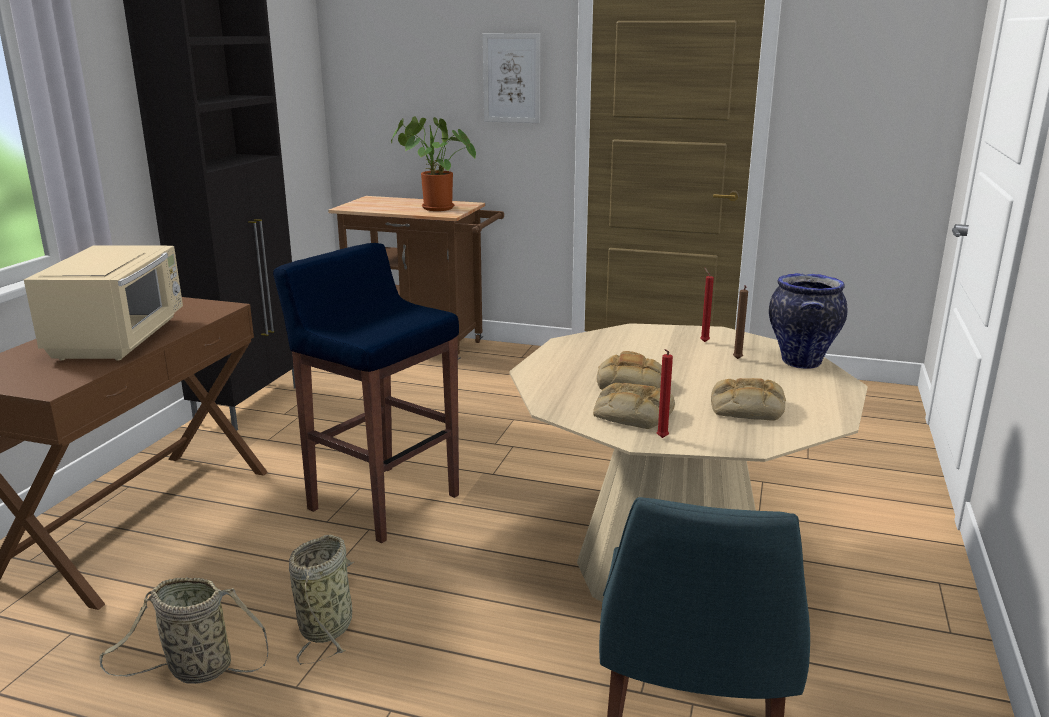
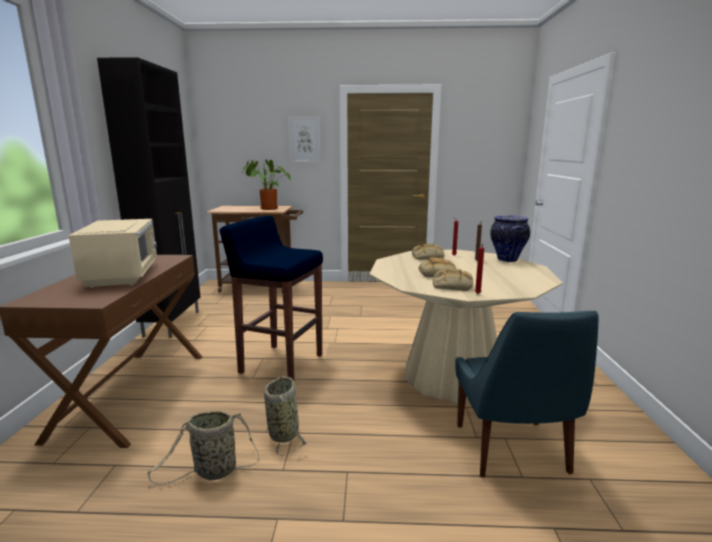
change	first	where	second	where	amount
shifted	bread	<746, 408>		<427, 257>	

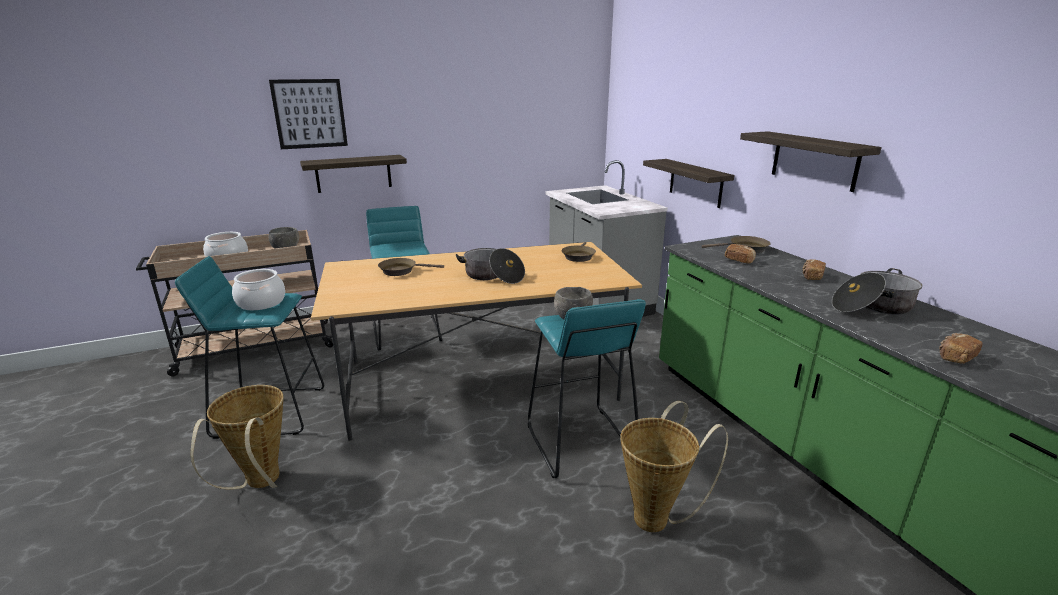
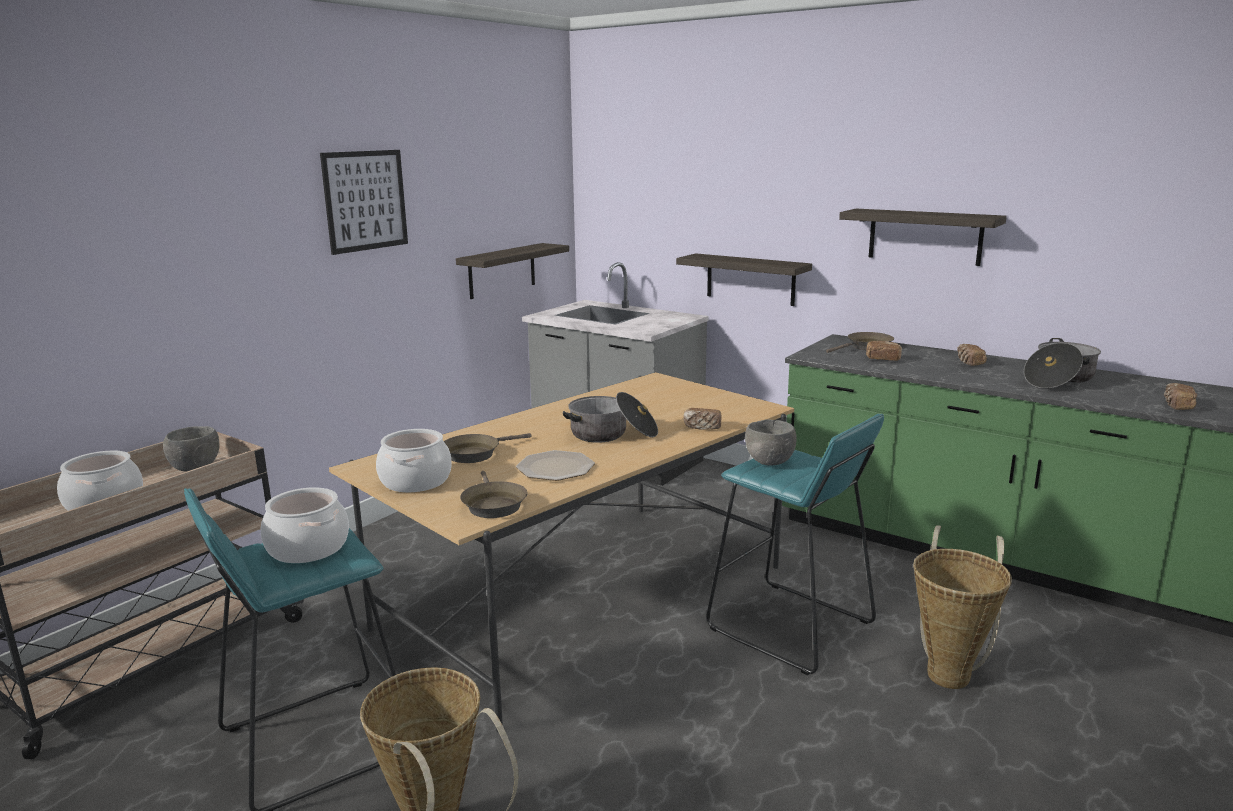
change	first	where	second	where	amount
shifted	wall_art	<309, 114>		<365, 200>	
shifted	shelf	<353, 173>		<502, 270>	
gone	turquoise_stool	<407, 332>			
shifted	brown_skillet	<578, 256>		<493, 505>	
new			bread	<702, 427>	
new			stockpot	<415, 481>	
new			plate	<555, 467>	

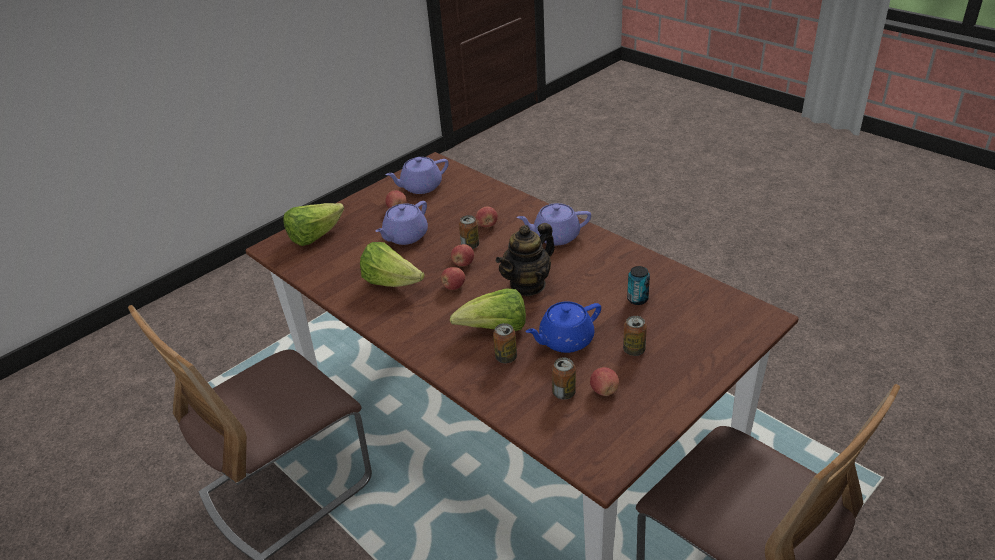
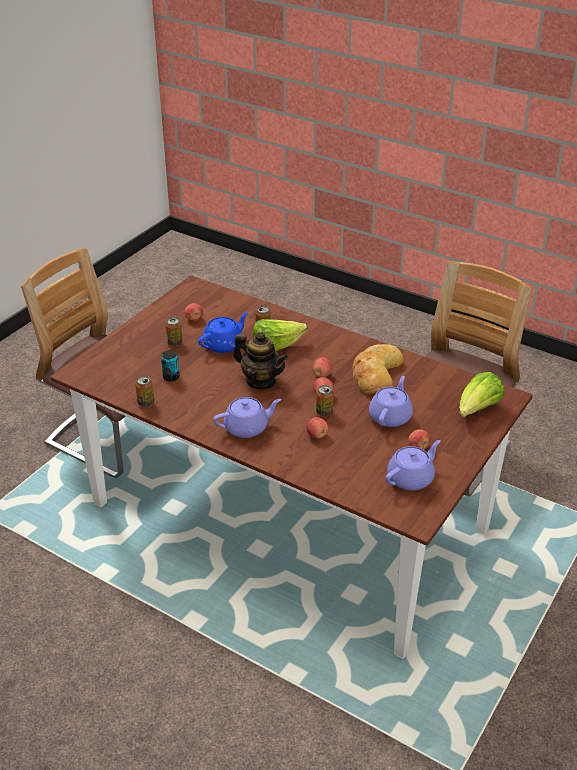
change	first	where	second	where	amount
rotated	tea_pot	<528, 285>		<261, 381>	90 degrees clockwise
swapped	lettuce	<391, 282>	bread	<375, 374>	
shifted	metal_can	<564, 393>		<146, 403>	

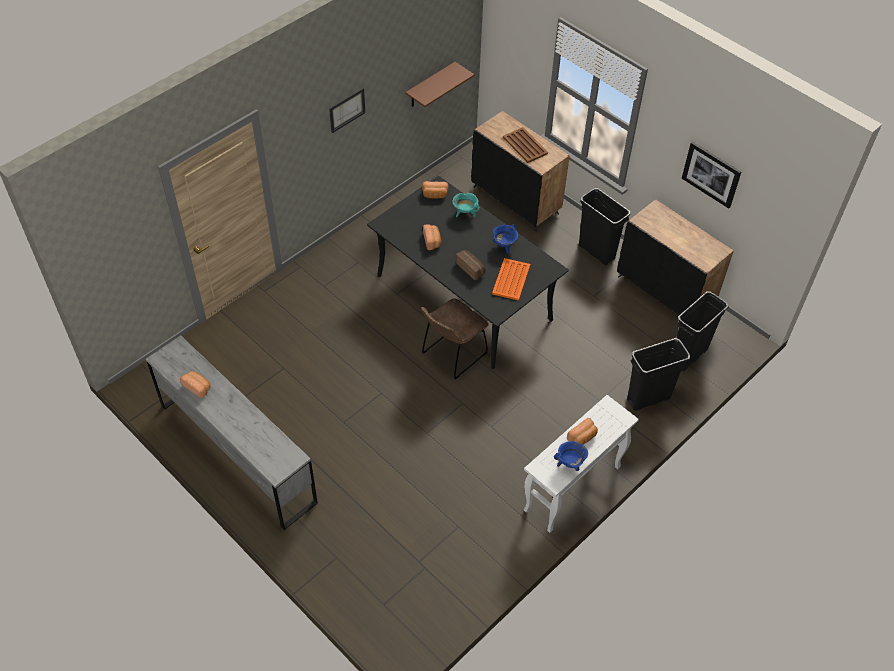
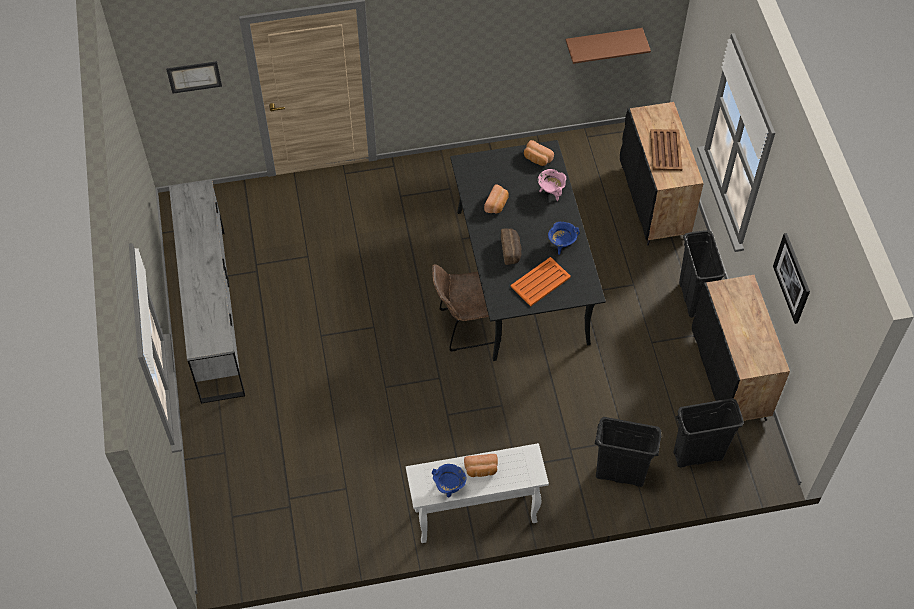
change	first	where	second	where	amount
shifted	wall_art	<347, 110>		<194, 76>	
repainted	turquoise_stockpot	<465, 213>	pinkish_stockpot	<551, 192>	
gone	bread	<197, 387>			

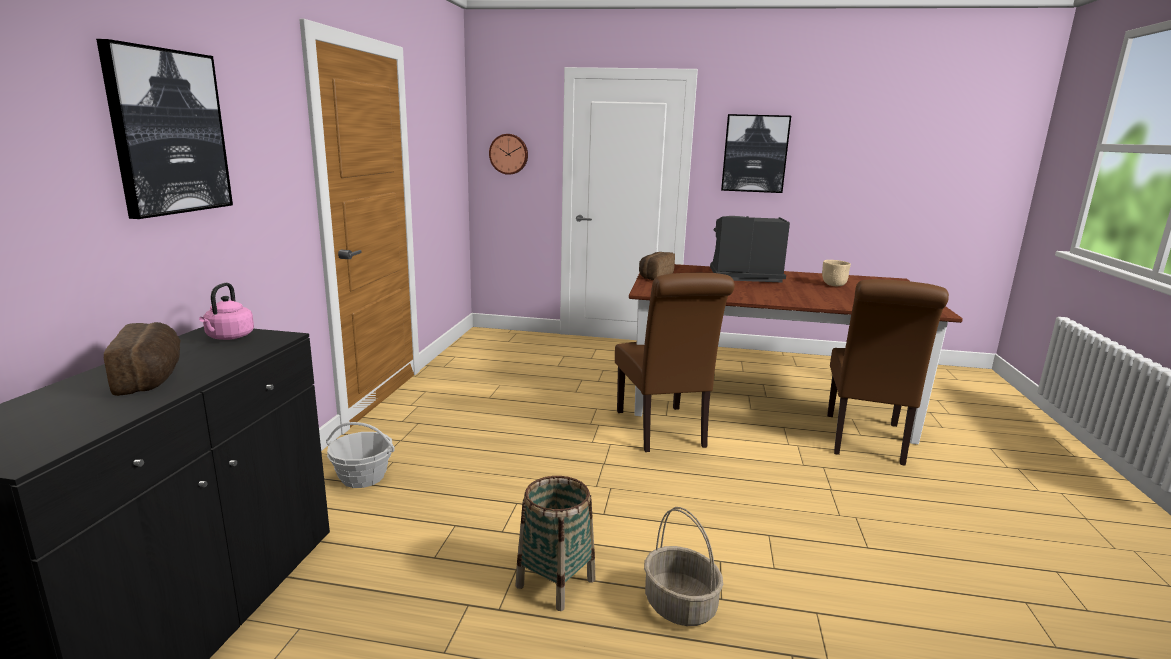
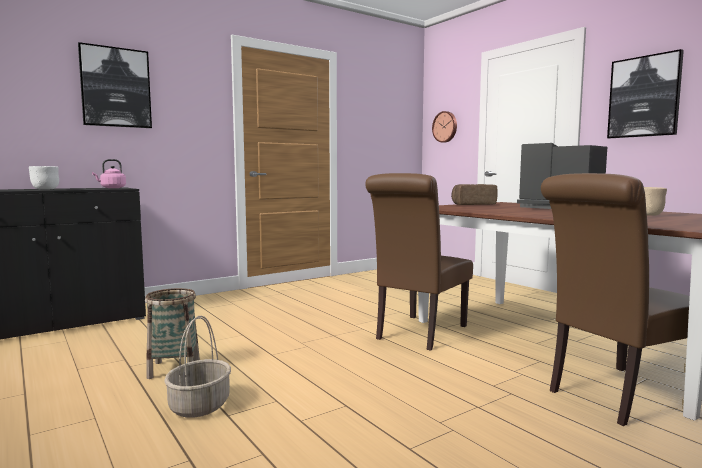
change	first	where	second	where	amount
swapped	bread	<153, 377>	whitish_deep_dish	<44, 189>	
gone	storage_basket	<363, 477>			

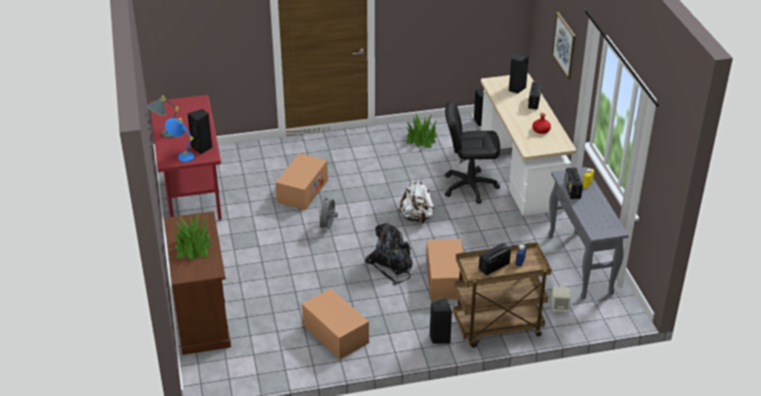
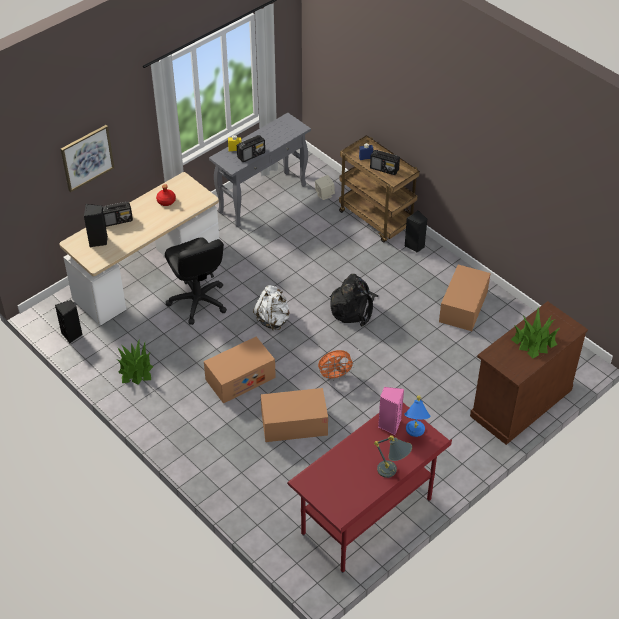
change	first	where	second	where	amount
repainted	black-coloured_audio_speaker	<202, 148>	pinkish_audio_speaker	<389, 424>	
repainted	gray_fan	<328, 227>	orange_fan	<335, 376>	
shifted	cardboard_box	<445, 279>		<240, 378>	

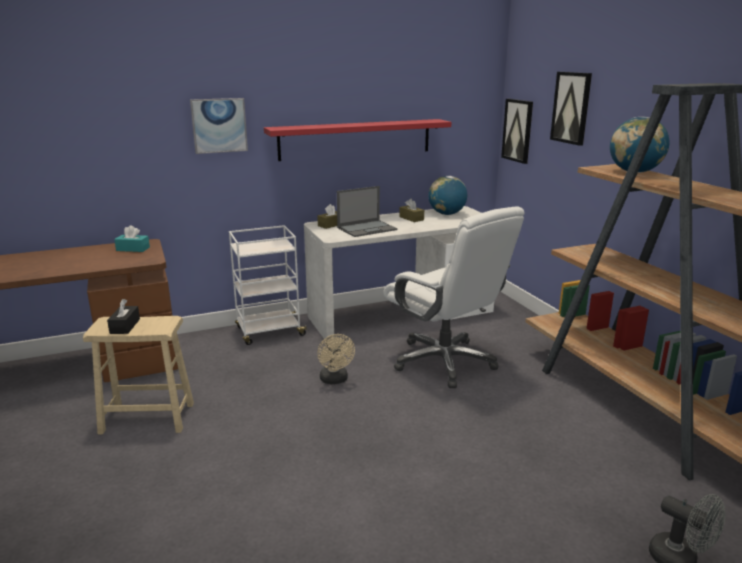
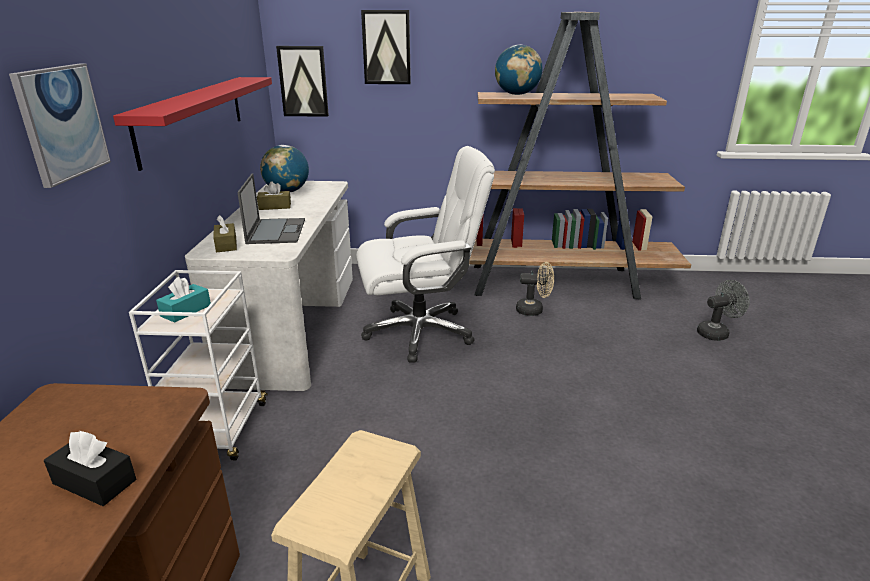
change	first	where	second	where	amount
shifted	turquoise_box_of_tissues	<133, 249>		<186, 311>	
shifted	black-coloured_box_of_tissues	<125, 326>		<94, 482>	
shifted	beige-coloured_fan	<335, 380>		<534, 310>	

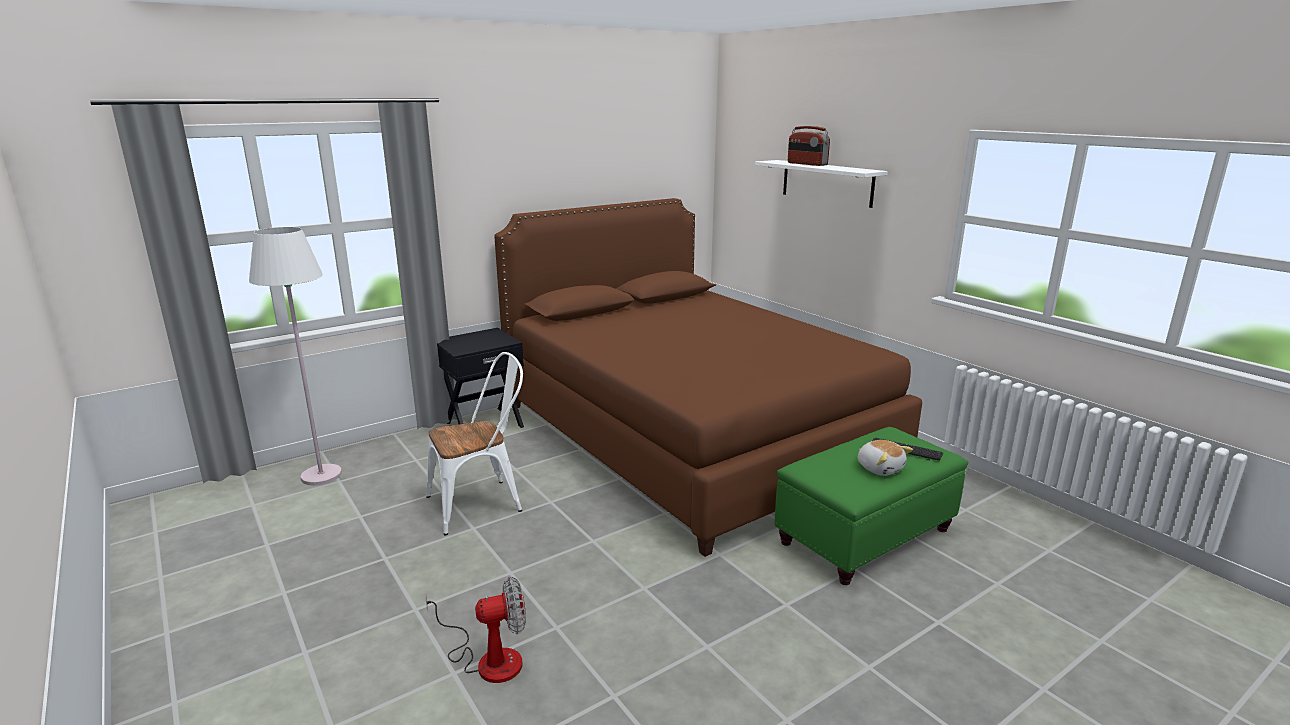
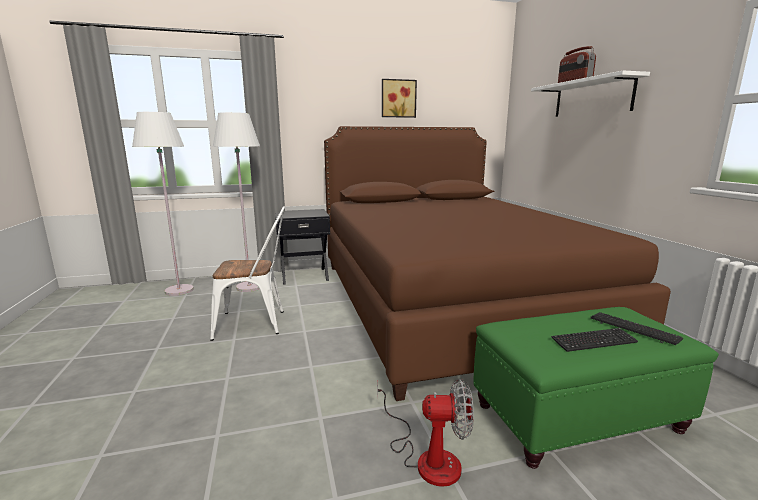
change	first	where	second	where	amount
swapped	cuddly_toy	<880, 468>	computer_keyboard	<593, 341>	
shifted	fan	<488, 659>		<427, 457>	
new			wall_art	<398, 98>	
new			whitish_floor_lamp	<249, 287>	

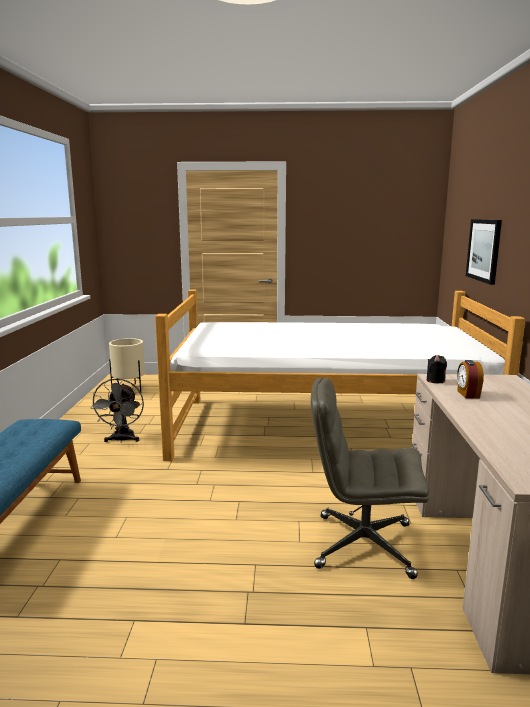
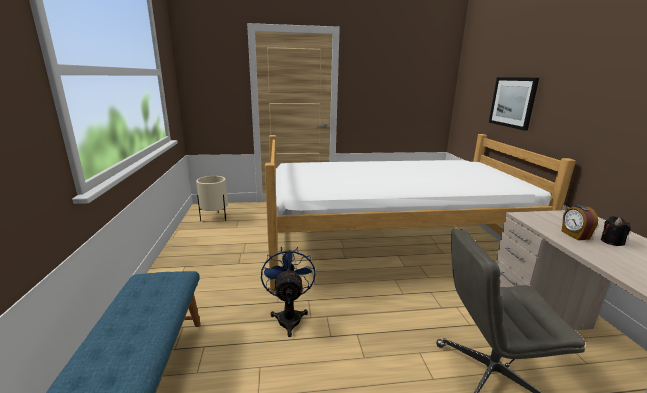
change	first	where	second	where	amount
shifted	black-coloured_wax_candle	<435, 381>		<611, 242>	
gone	gray_fan	<122, 440>			
new			blue-coloured_fan	<289, 316>	

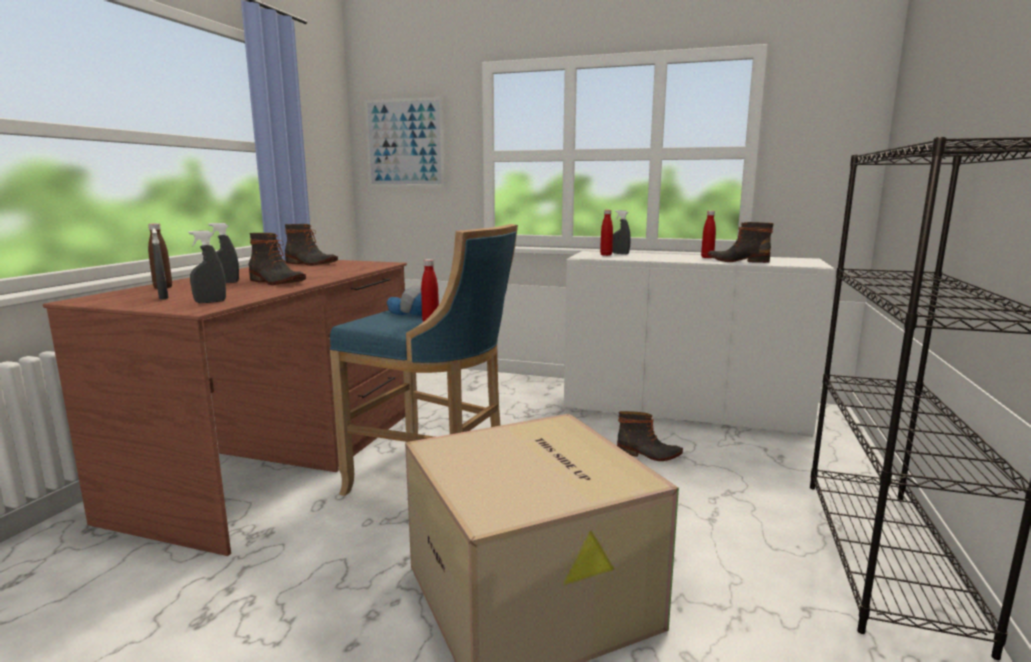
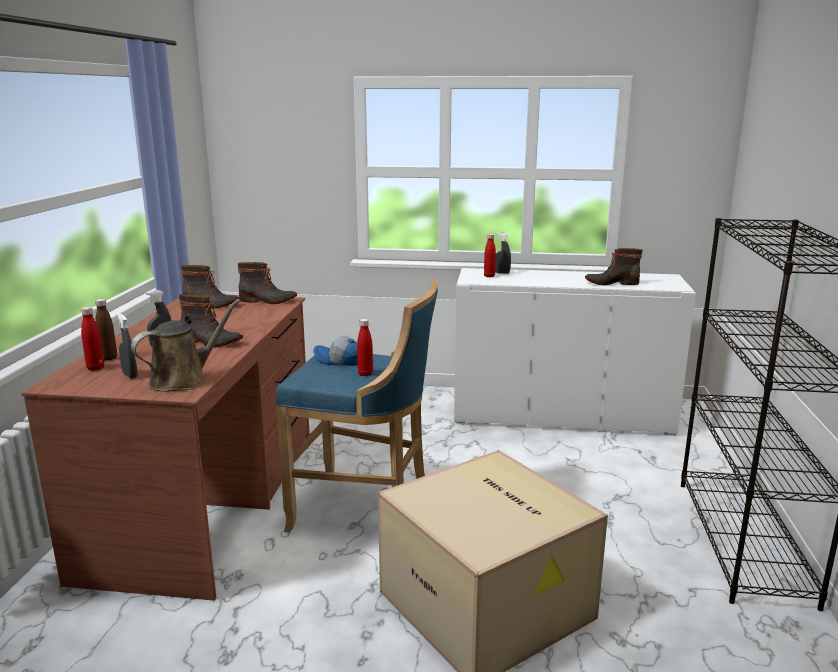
change	first	where	second	where	amount
gone	wall_art	<404, 143>			
shifted	red-coloured_drink_bottle	<707, 257>		<95, 368>	
swapped	gray_spray_bottle	<210, 302>	brown_watering_pot	<183, 380>	
shifted	boot	<648, 454>		<267, 301>	

